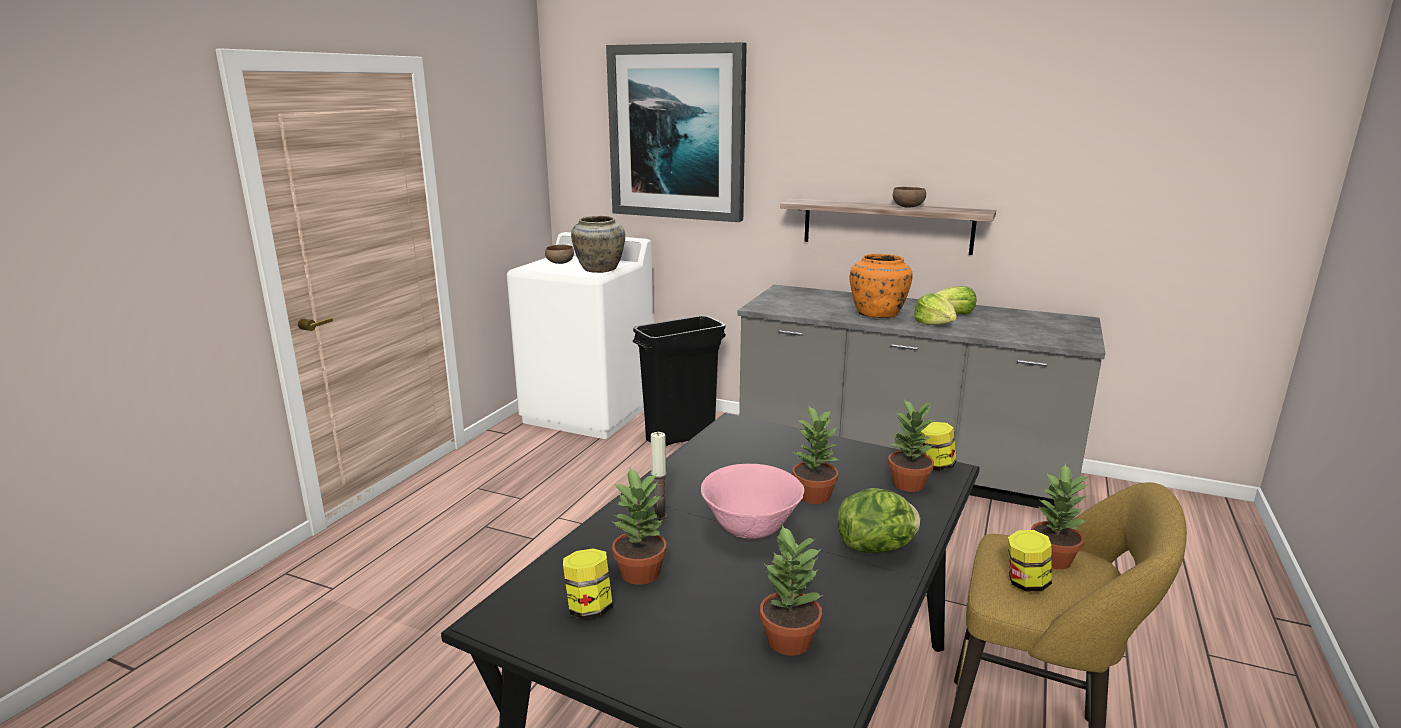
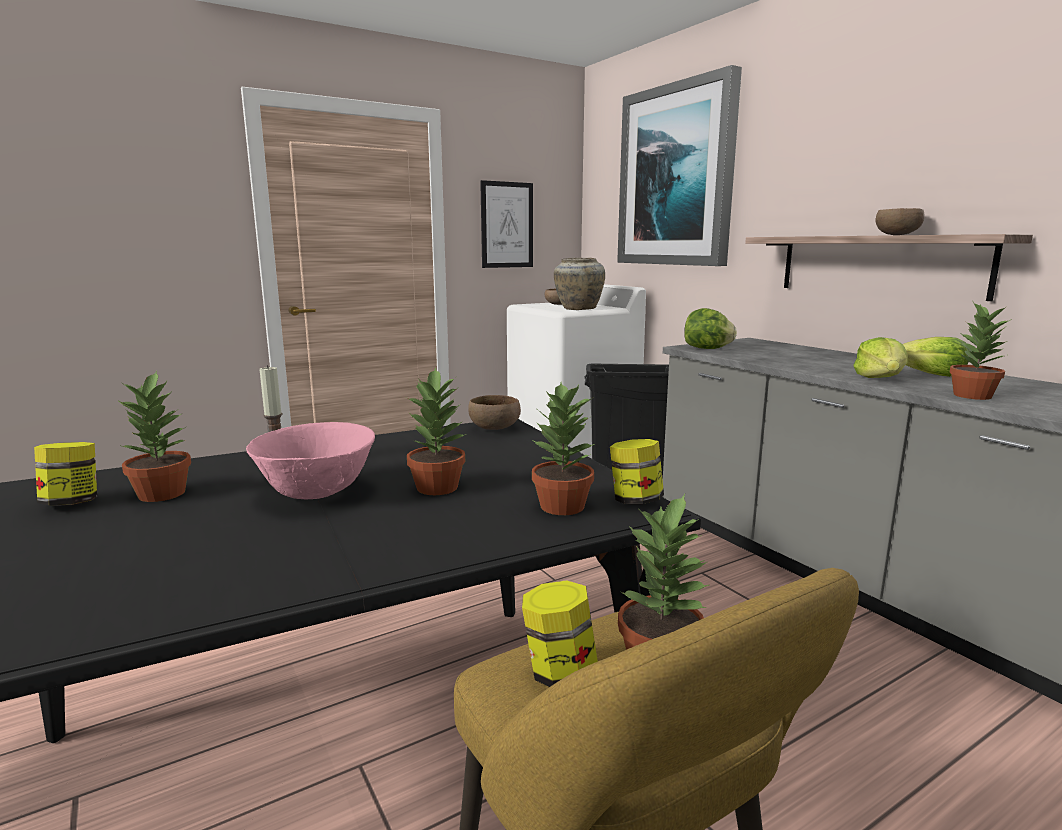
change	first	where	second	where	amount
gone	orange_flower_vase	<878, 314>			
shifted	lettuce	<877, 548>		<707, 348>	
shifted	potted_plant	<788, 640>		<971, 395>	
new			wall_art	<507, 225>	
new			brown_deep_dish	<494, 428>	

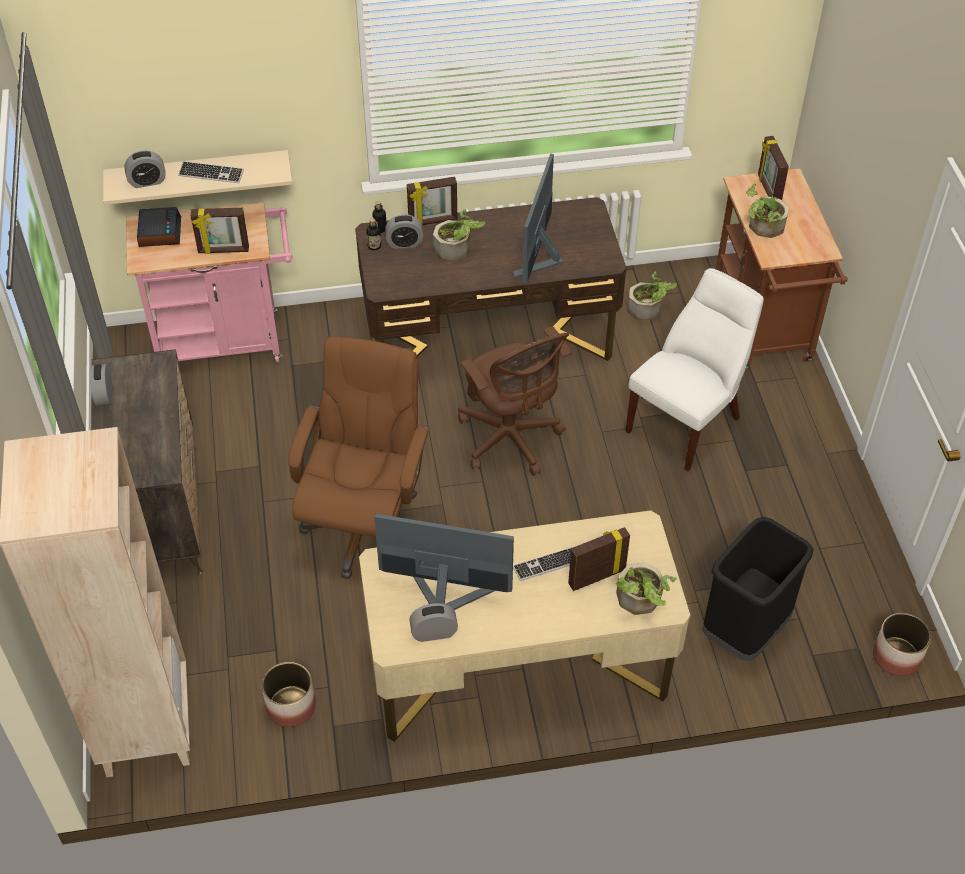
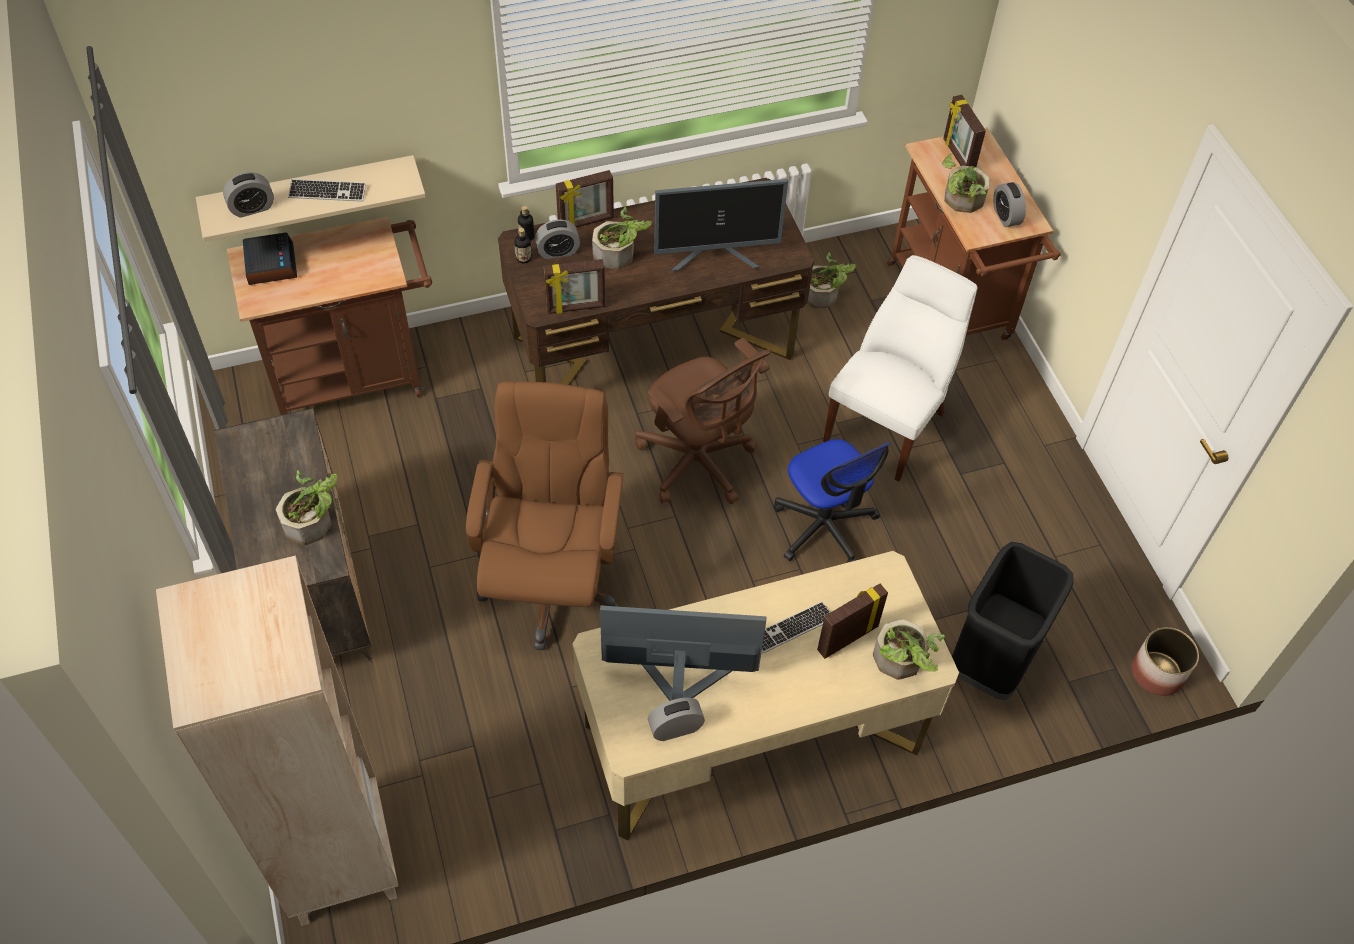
change	first	where	second	where	amount
rotated	computer_screen	<540, 258>		<716, 256>	105 degrees counterclockwise
repainted	pinkish_cart	<228, 342>	brown_cart	<356, 377>	
shifted	picture_frame	<223, 250>		<576, 308>	
shifted	bedside_clock	<104, 395>		<1005, 216>	
gone	flower_pot	<290, 706>			
new			computer_chair	<824, 526>	
new			potted_plant	<313, 521>	

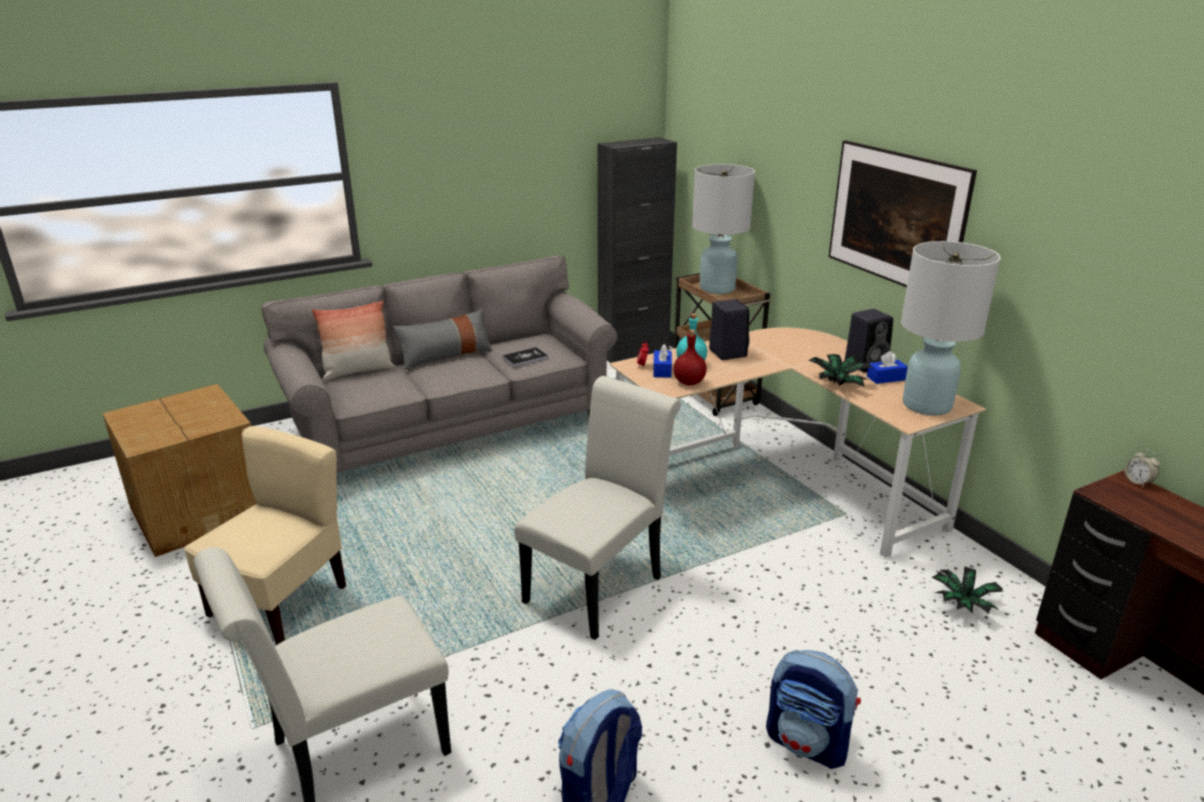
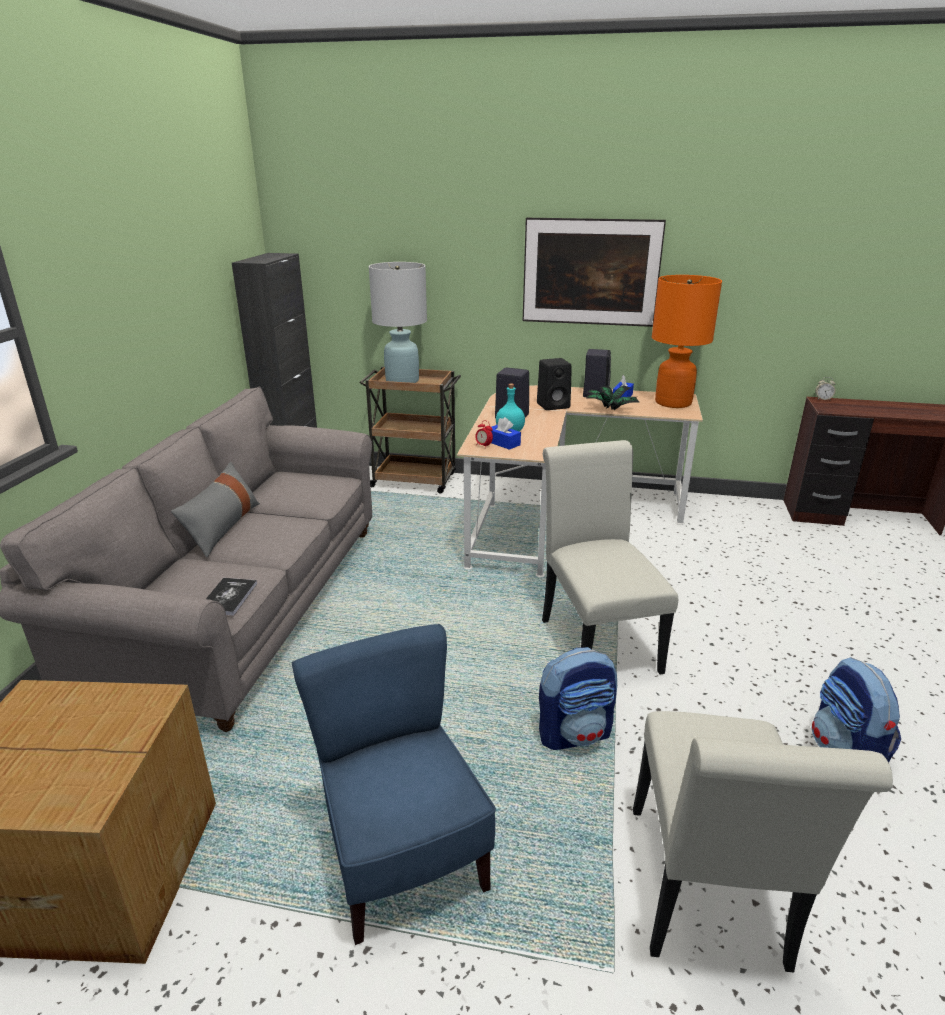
change	first	where	second	where	amount
repainted	whitish_table_lamp	<926, 405>	orange_table_lamp	<672, 403>	
gone	pillow	<358, 371>			
gone	red-coloured_drink_bottle	<689, 382>			
shifted	volume	<525, 358>		<228, 597>	
repainted	beige-coloured_upright_chair	<280, 602>	blue-coloured_upright_chair	<402, 859>	
gone	potted_plant	<963, 604>			
shifted	backpack	<808, 743>		<575, 733>	
new			black-coloured_audio_speaker	<554, 405>	

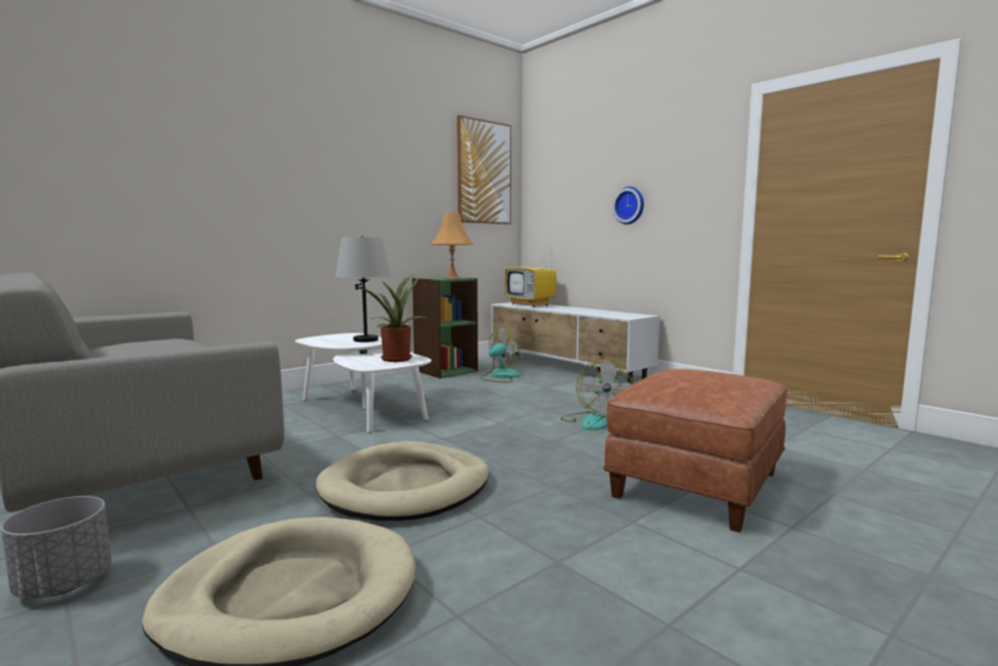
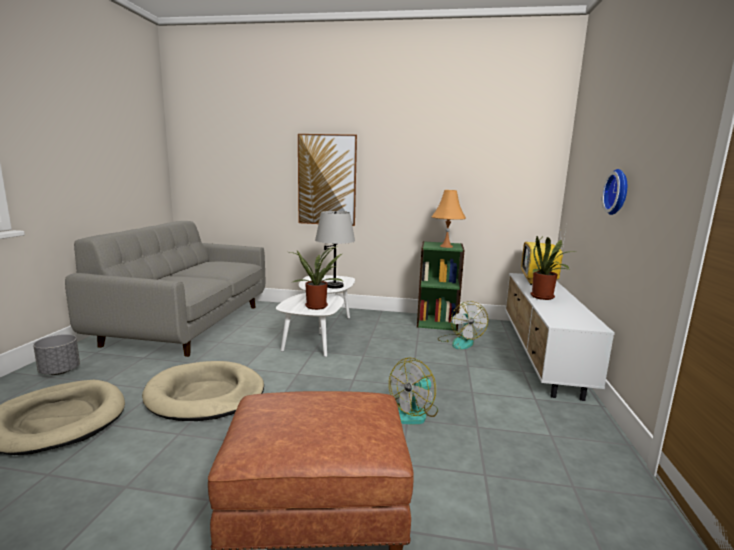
change	first	where	second	where	amount
shifted	wall_art	<484, 172>		<327, 180>	
rotated	fan	<500, 376>		<460, 341>	75 degrees clockwise
new			potted_plant	<544, 297>	

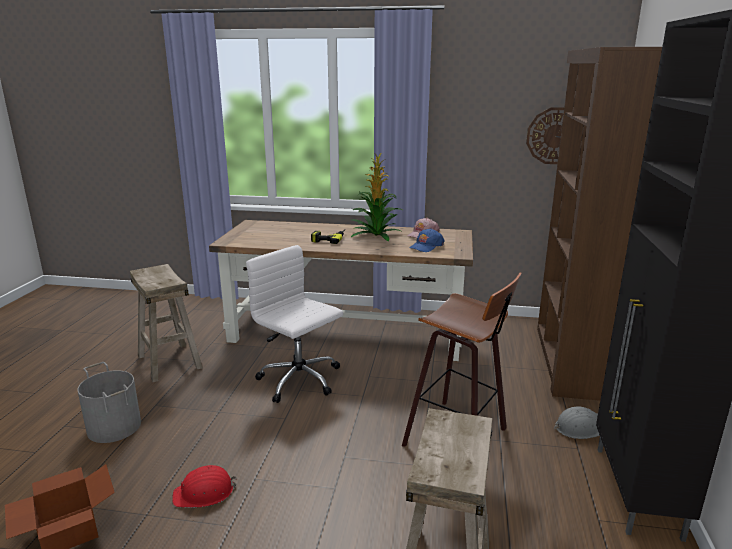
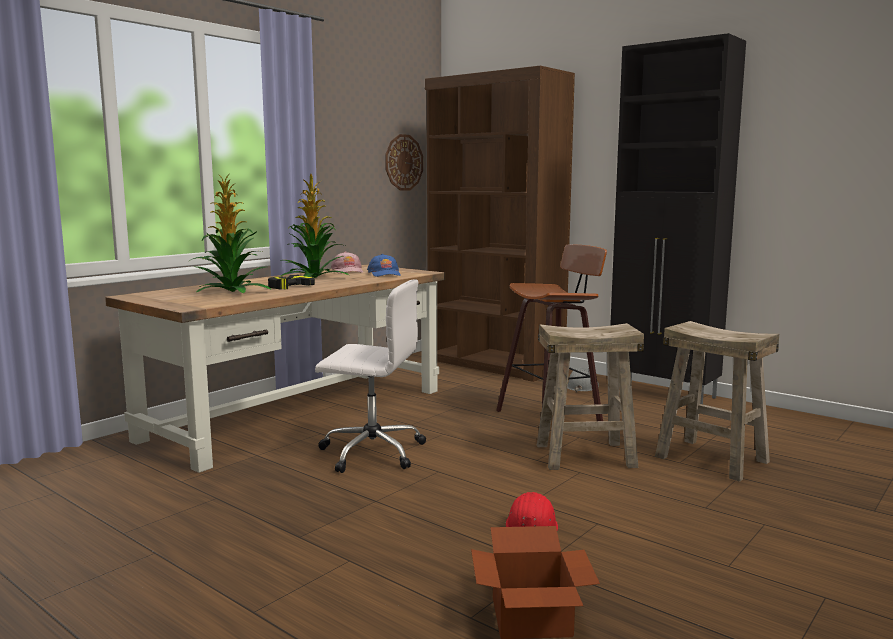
change	first	where	second	where	amount
rotated	whitish_computer_chair	<300, 380>		<370, 452>	150 degrees counterclockwise
shifted	beige-coloured_stool	<170, 361>		<585, 455>	
gone	gray_bucket	<115, 426>			
new			potted_plant	<230, 292>	

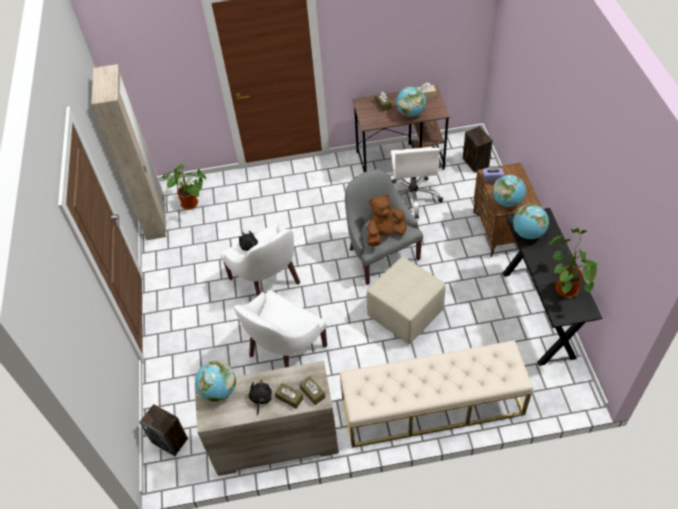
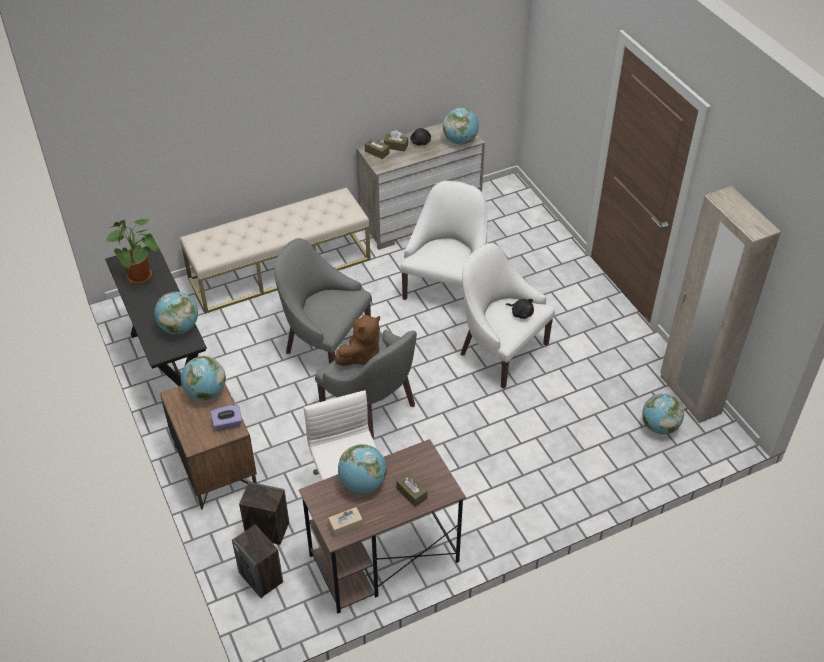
change	first	where	second	where	amount
swapped	potted_plant	<192, 204>	globe	<659, 426>	
swapped	beige-coloured_footrest	<405, 314>	gray_lounge_chair	<325, 343>	
shifted	audio_speaker	<170, 440>		<267, 530>	

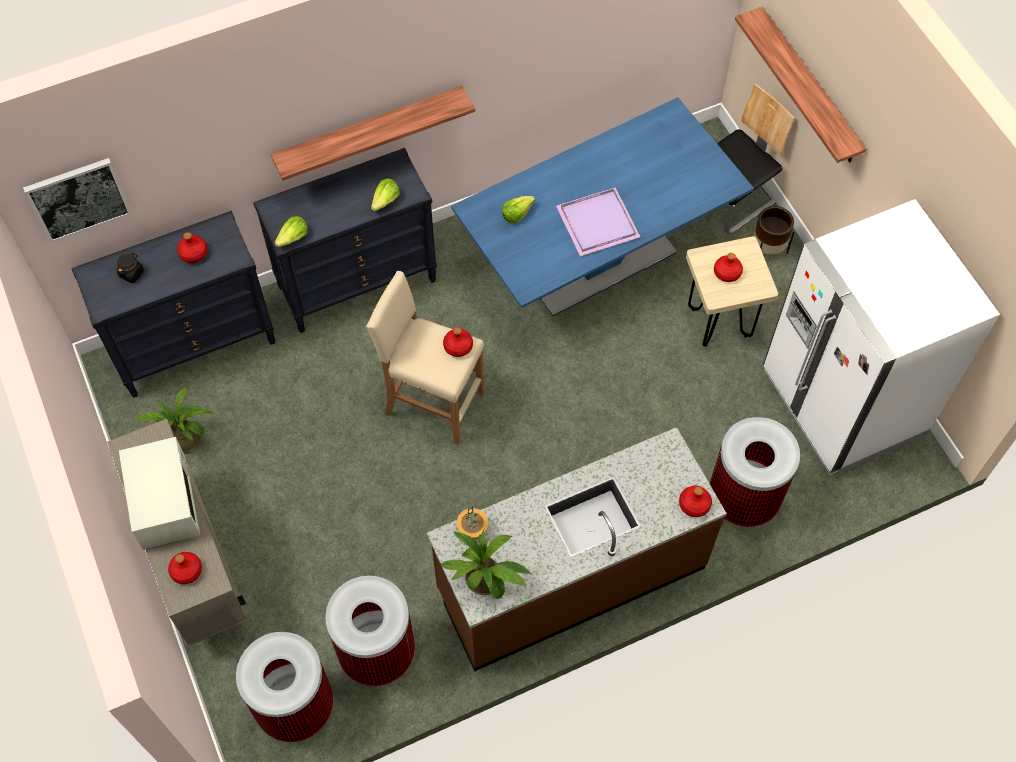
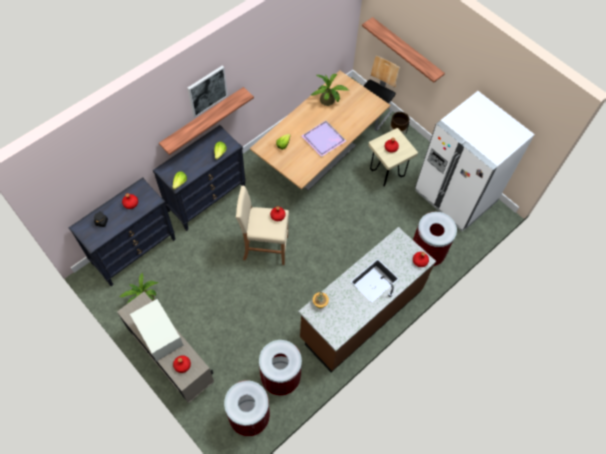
change	first	where	second	where	amount
repainted	blue-coloured_dinner_table	<596, 259>	beige-coloured_dinner_table	<319, 158>	
shifted	wall_art	<78, 198>		<207, 91>	
shifted	potted_plant	<487, 582>		<329, 101>	

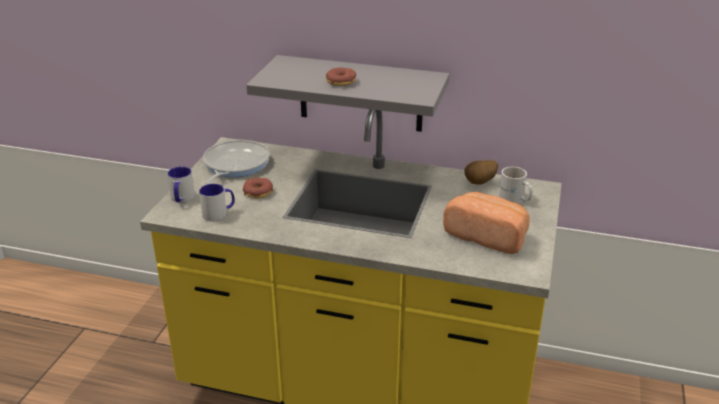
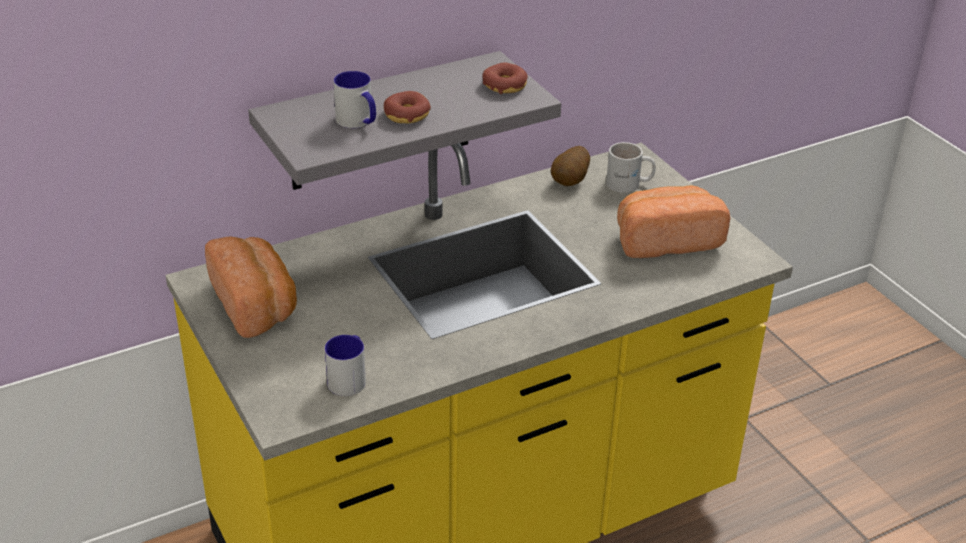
change	first	where	second	where	amount
swapped	skillet	<234, 165>	bread	<256, 304>	
shifted	tea_mug	<181, 199>		<358, 122>	
shifted	ring_doughnut	<258, 192>		<505, 85>	

